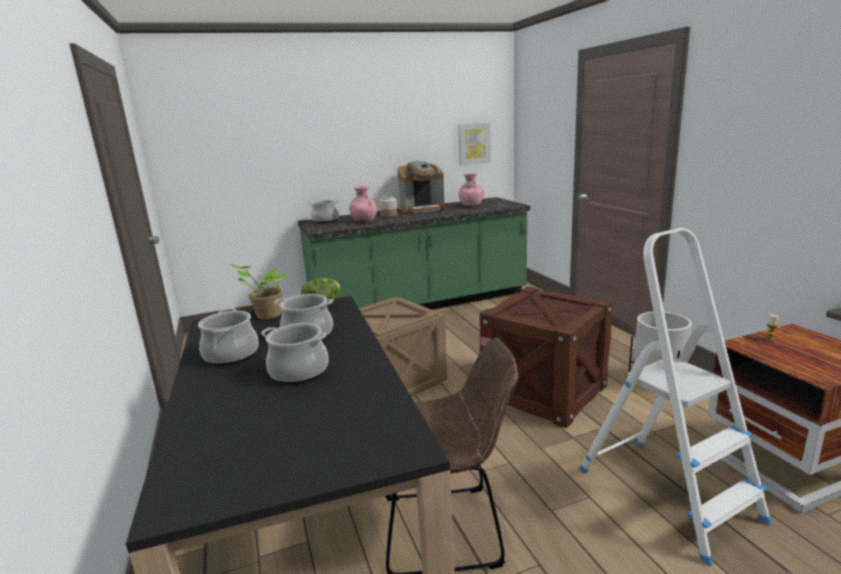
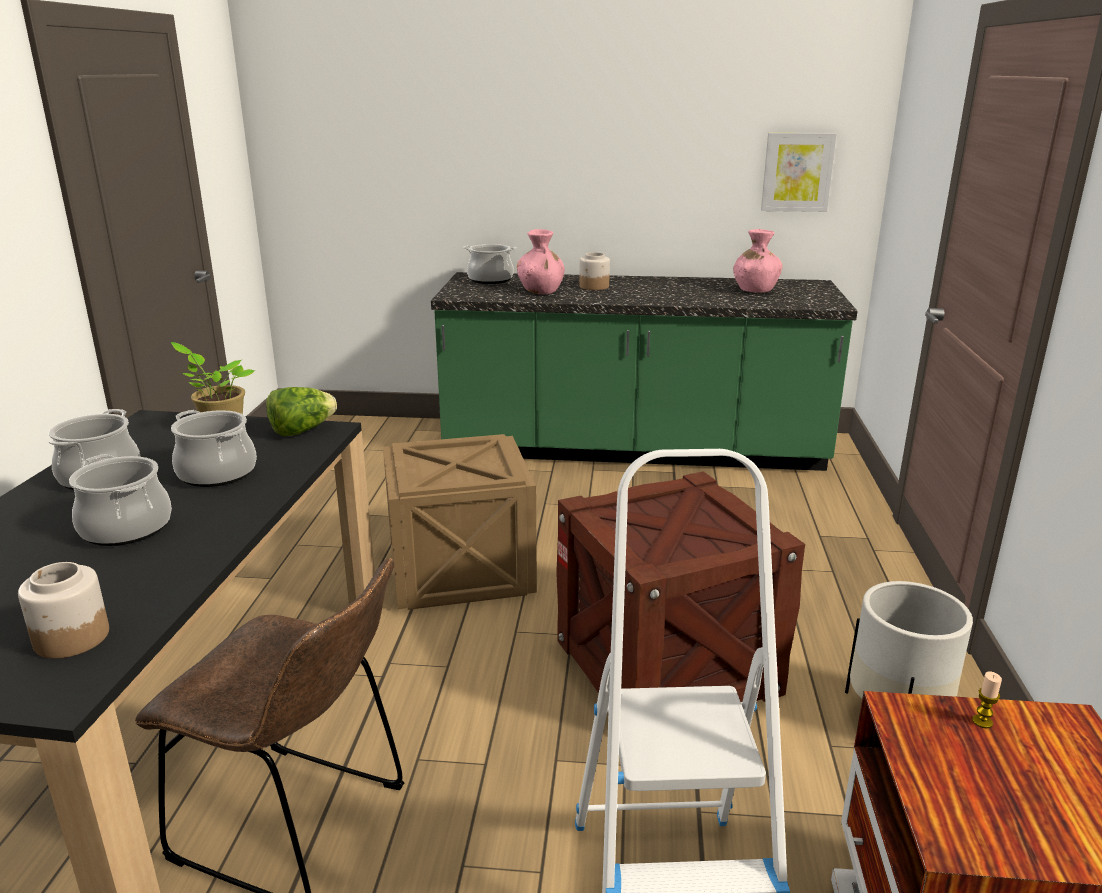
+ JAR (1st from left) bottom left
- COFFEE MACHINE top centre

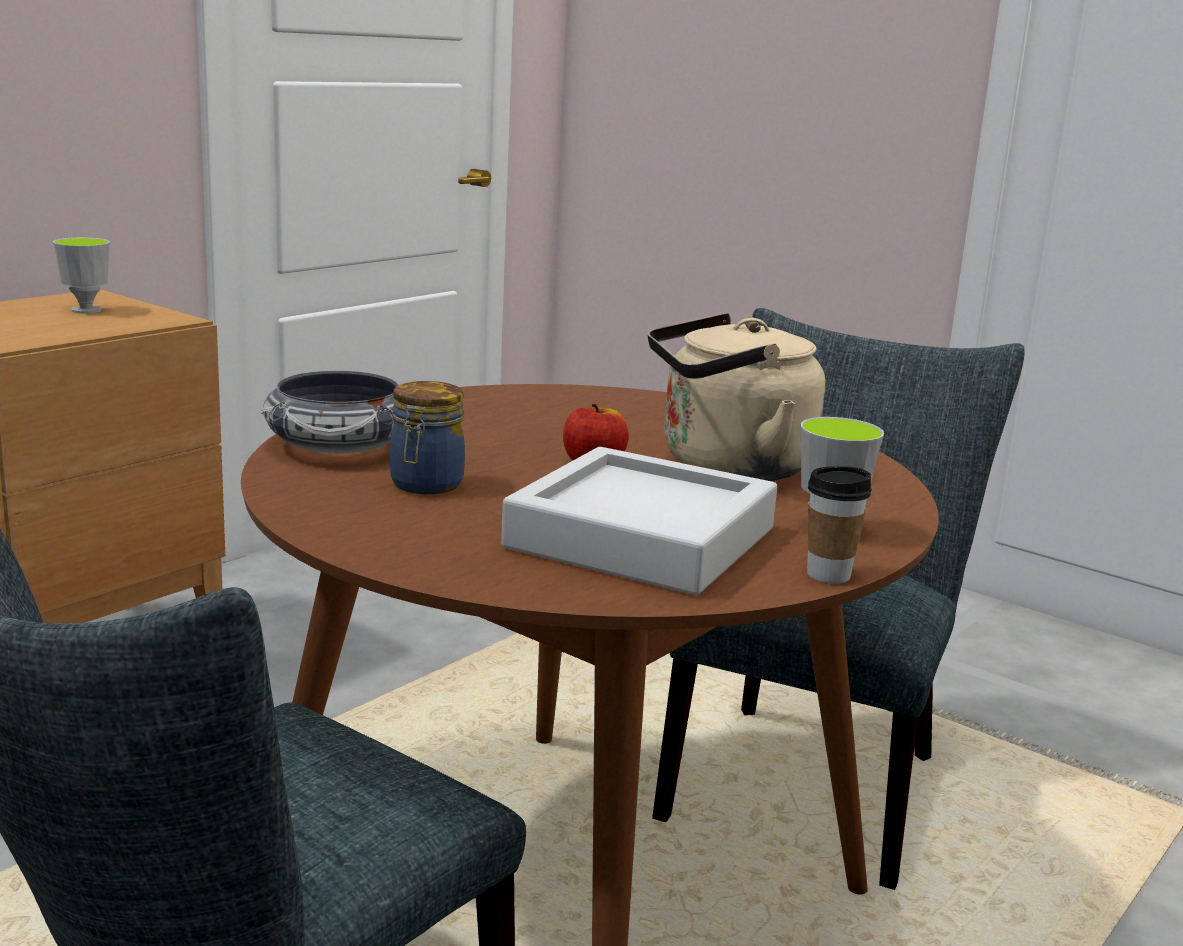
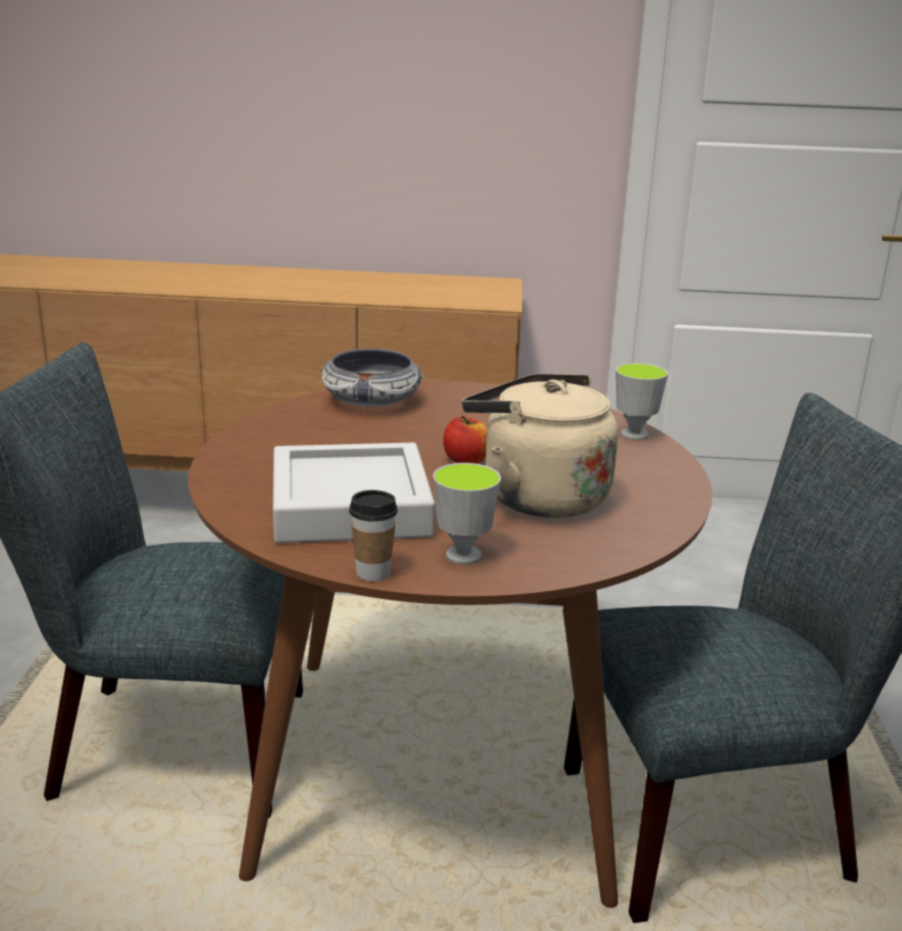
~ CUP (1st from left in the first image) top left to CUP (3rd from left) middle right
- JAR centre

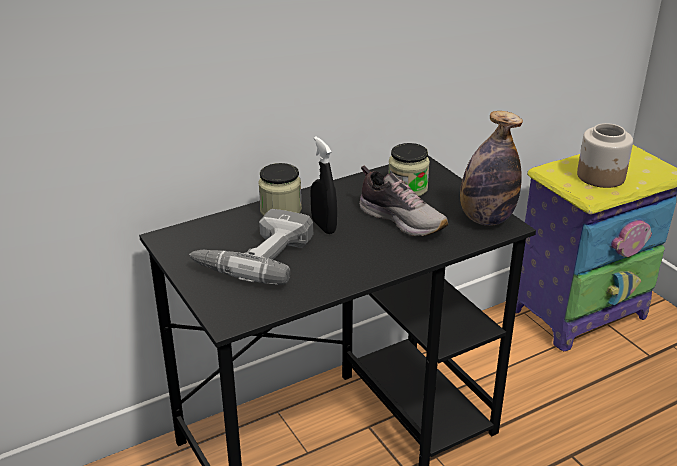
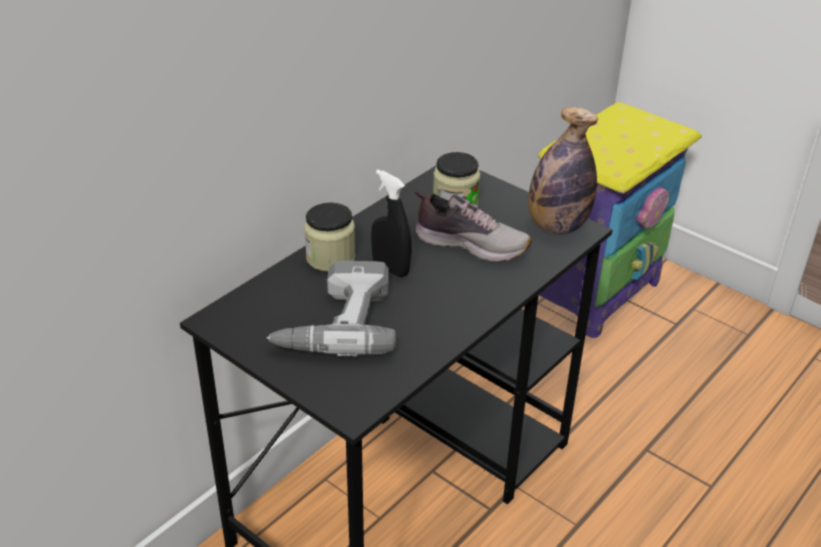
- JAR (3rd from left) top right

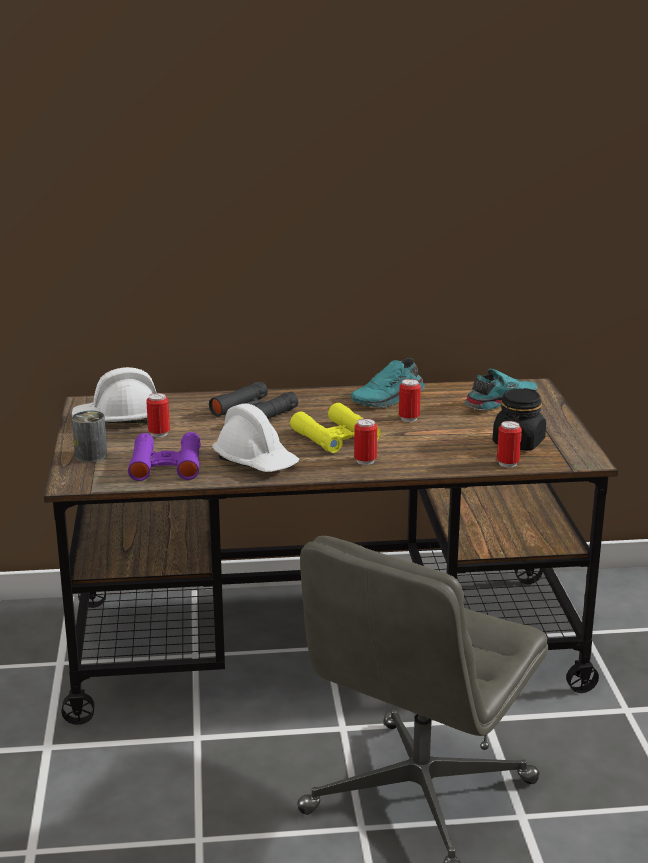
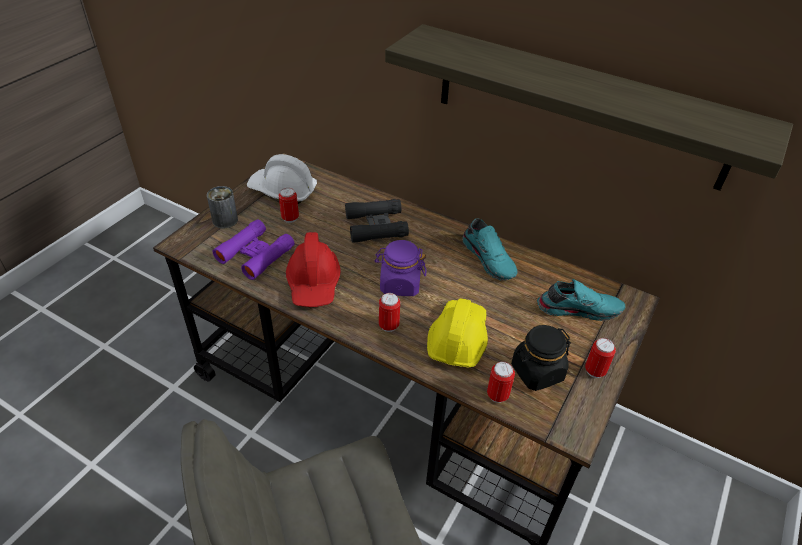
~ WHITISH HARD HAT (2nd from left) centre to RED HARD HAT centre
~ YELLOW PAIR OF BINOCULARS centre to PURPLE-COLOURED JAR centre
+ SHELF top right
+ YELLOW HARD HAT centre
~ TURQUOISE ITEM OF FOOTWEAR (1st from left) centre = centre 120 degrees counterclockwise
~ CAN (4th from left in the first image) centre to CAN (5th from left) middle right

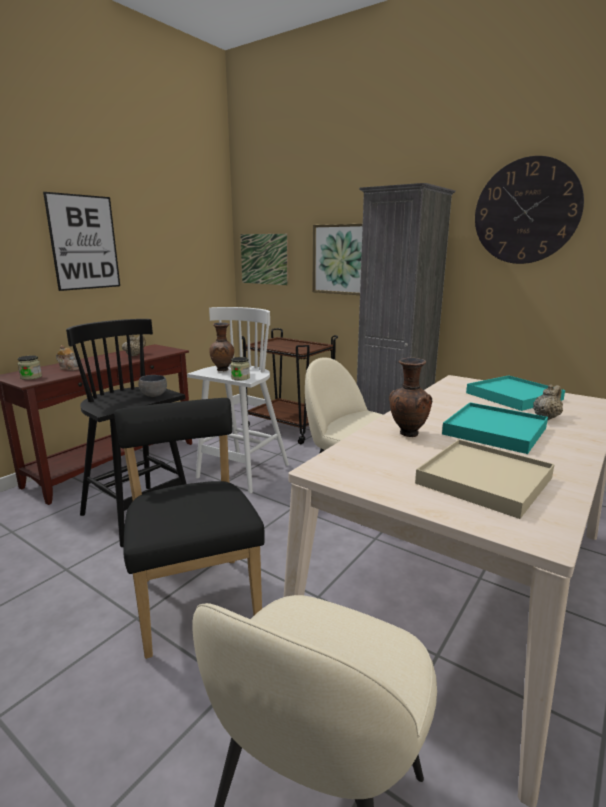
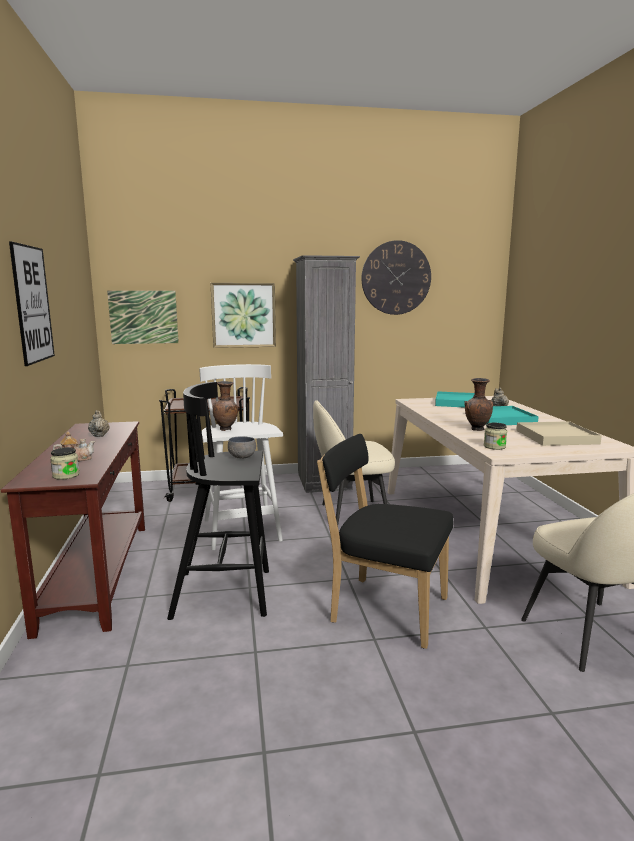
~ JAR (2nd from left) centre to middle right

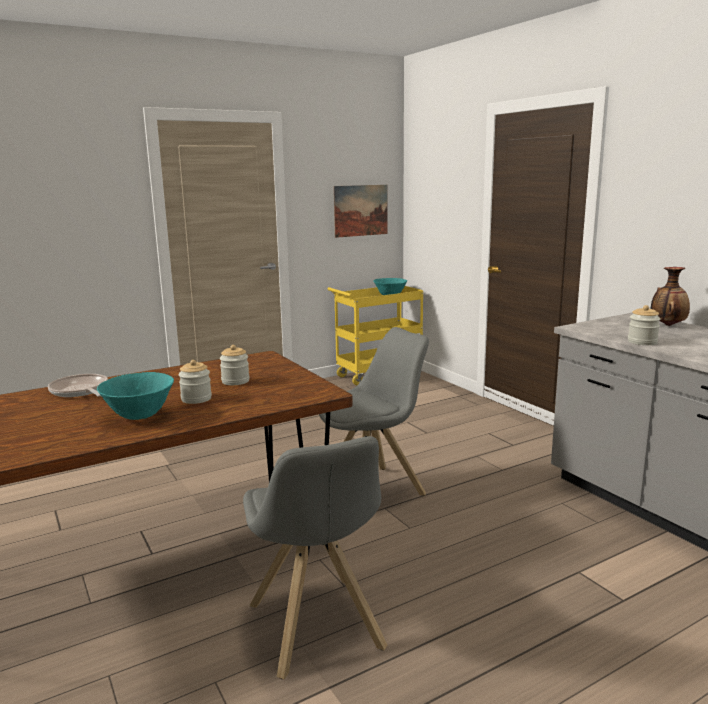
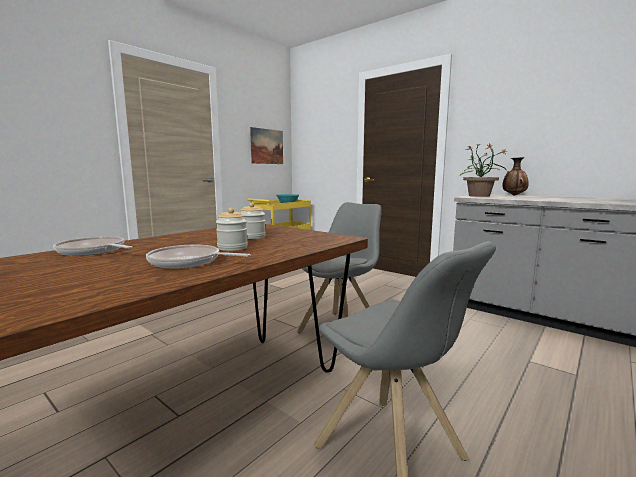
~ TURQUOISE SERVING BOWL (1st from left) middle left to SKILLET (2nd from left) middle left
+ POTTED PLANT middle right
- JAR (3rd from left) middle right

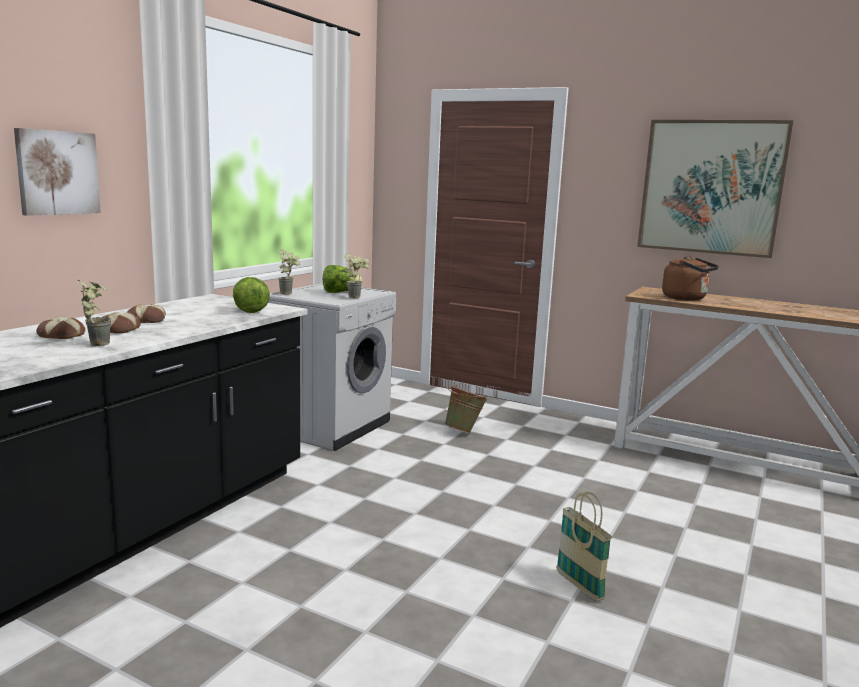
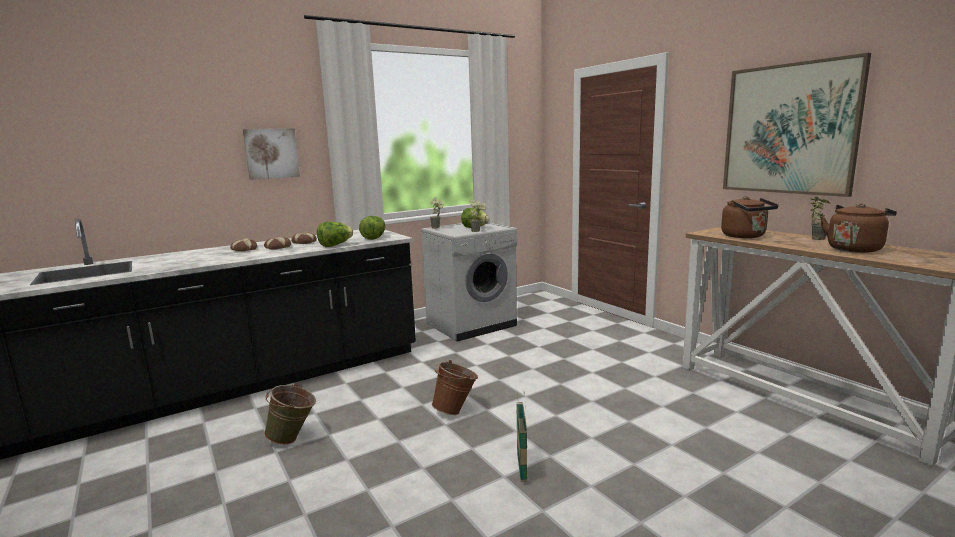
~ GREEN-COLOURED BUCKET centre to bottom left
+ LETTUCE HEAD (1st from left) centre
+ BROWN-COLOURED BUCKET bottom centre
~ POTTED PLANT (1st from left in the first image) middle left to POTTED PLANT (3rd from left) middle right
+ BROWN-COLOURED TEA KETTLE (2nd from left) middle right

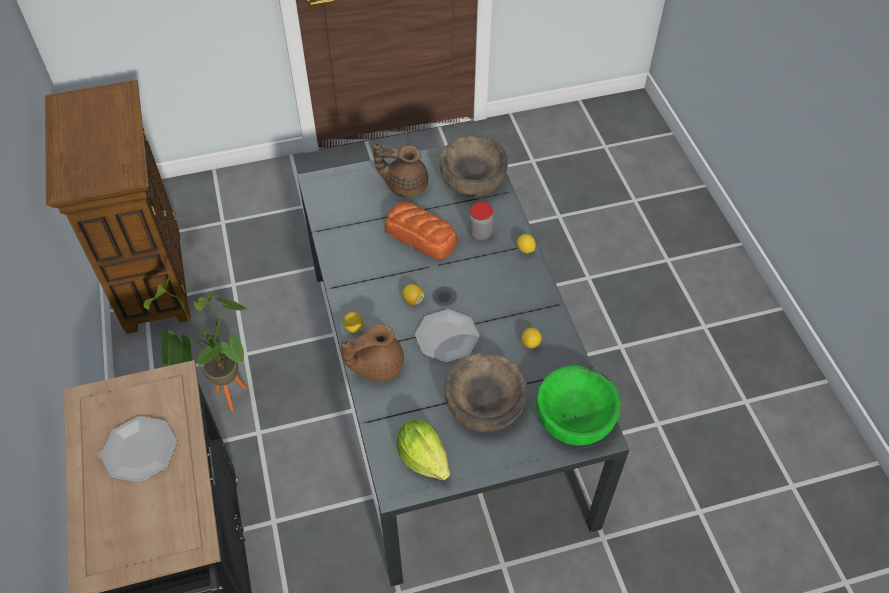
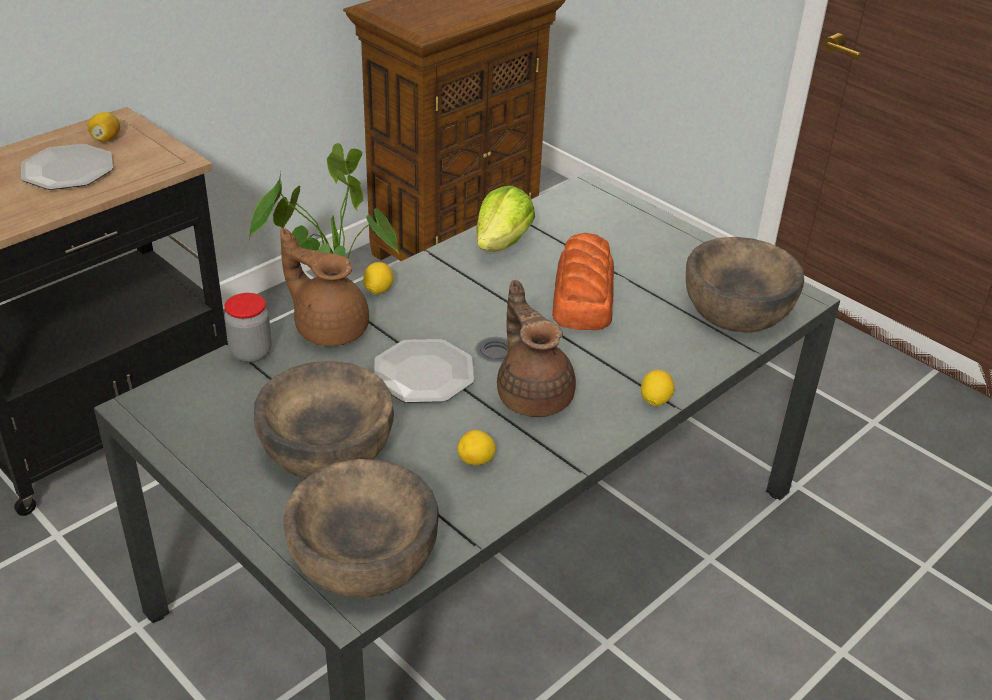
~ WHOLE LEMON (2nd from left in the first image) centre to WHOLE LEMON (1st from left) top left
~ JAR centre to middle left
~ GREEN-COLOURED SERVING BOWL bottom centre to BROWN-COLOURED SERVING BOWL (2nd from left) bottom centre
~ LETTUCE HEAD bottom centre to top centre
~ BROWN-COLOURED TEA POT (2nd from left) top centre to centre

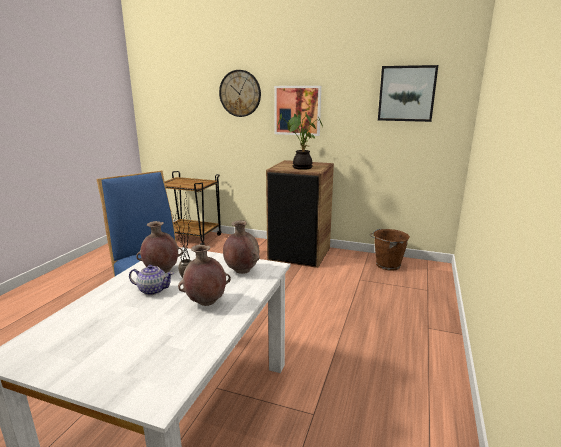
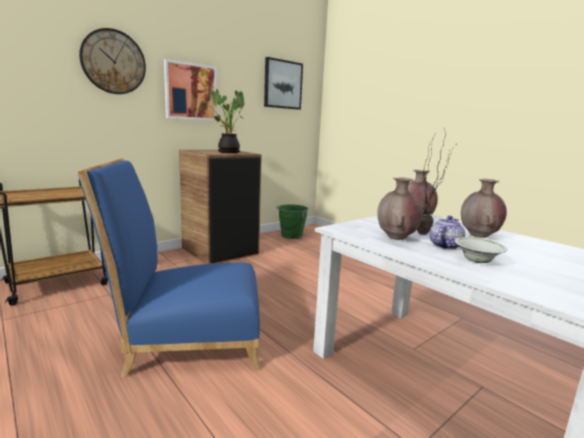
~ BROWN-COLOURED BUCKET middle right to GREEN-COLOURED BUCKET centre
+ WHITISH SERVING BOWL middle right

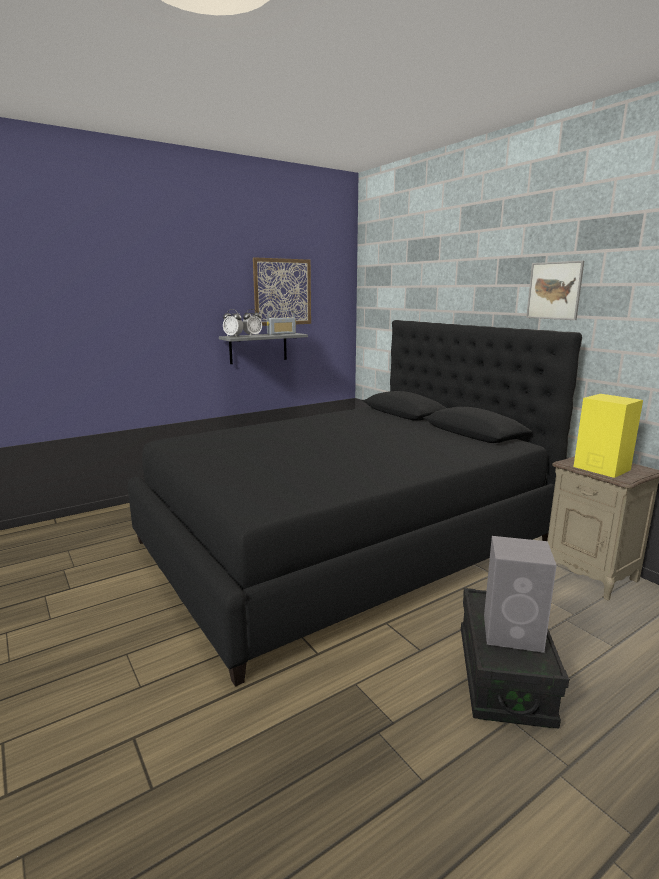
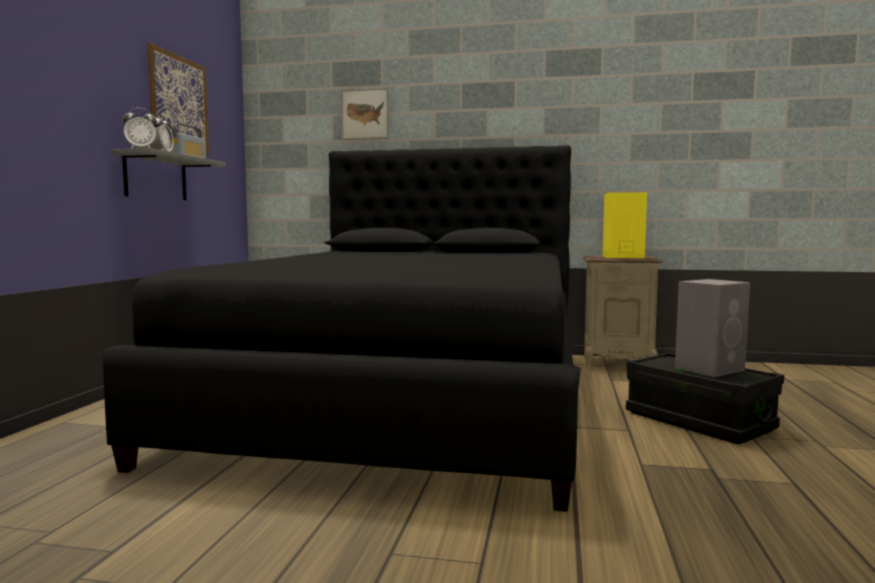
~ PICTURE (2nd from left) top right to top centre

